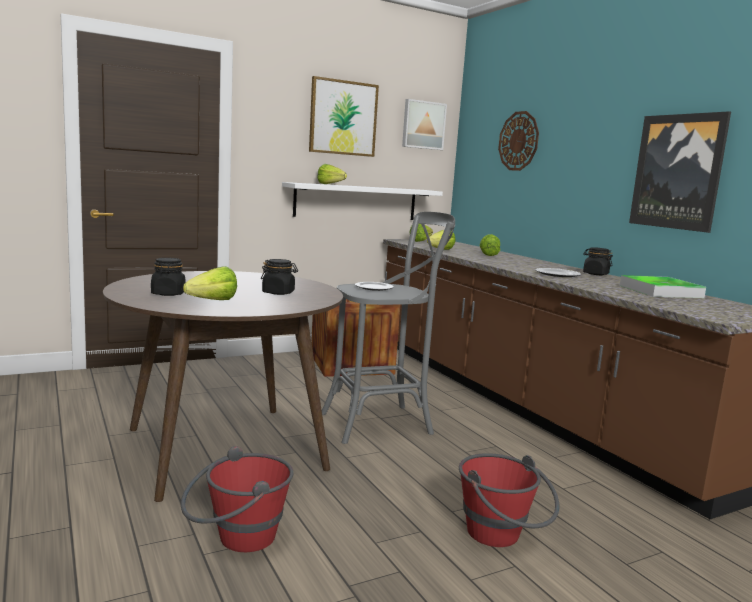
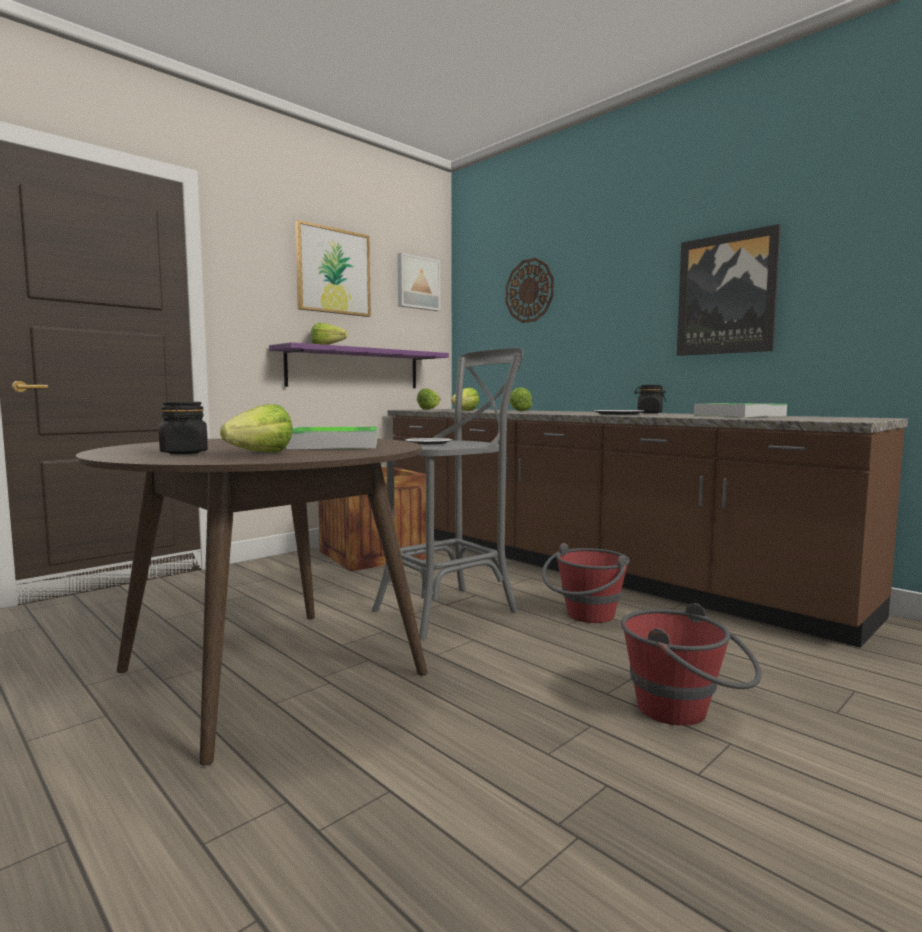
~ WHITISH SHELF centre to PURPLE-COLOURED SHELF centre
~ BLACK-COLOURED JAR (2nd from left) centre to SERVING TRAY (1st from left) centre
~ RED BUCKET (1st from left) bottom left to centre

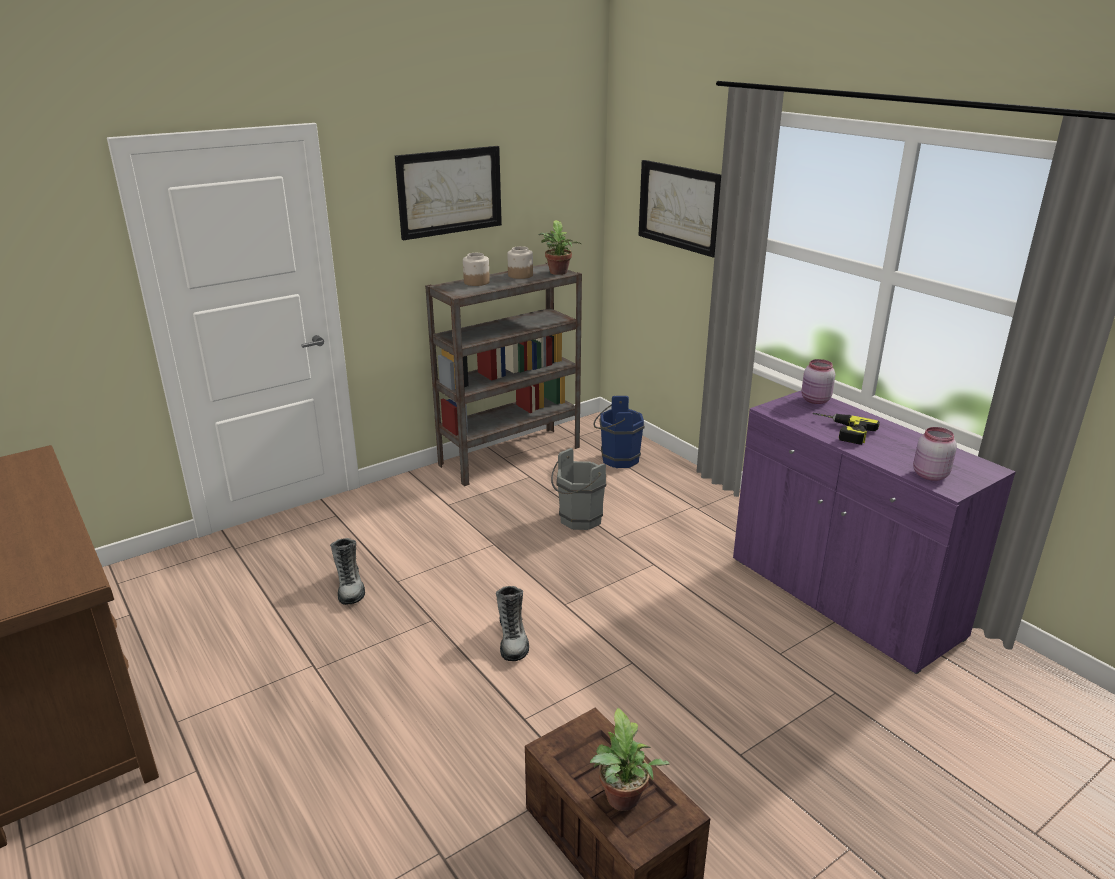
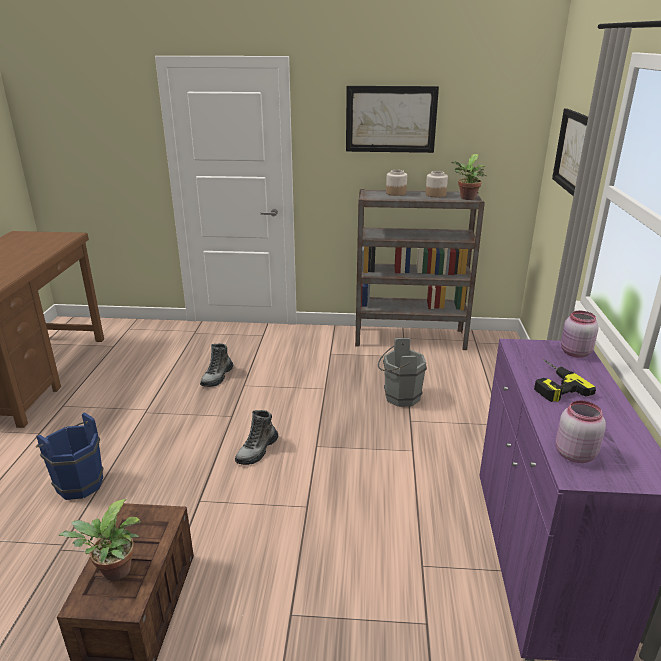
~ BLUISH BUCKET centre to bottom left

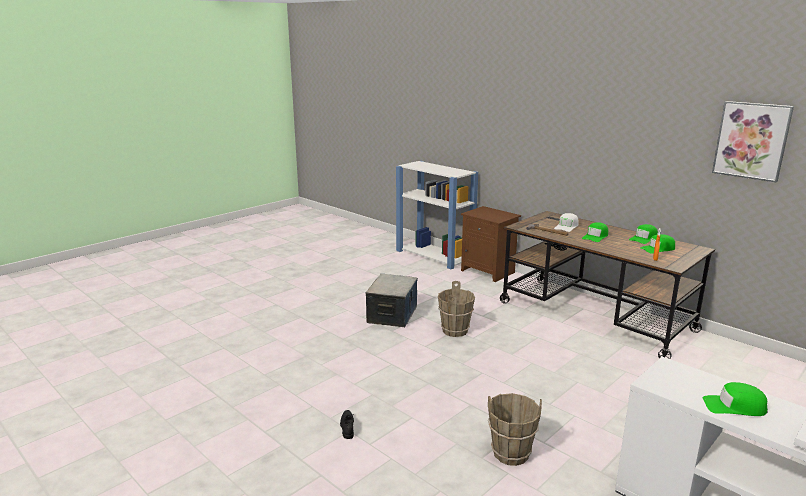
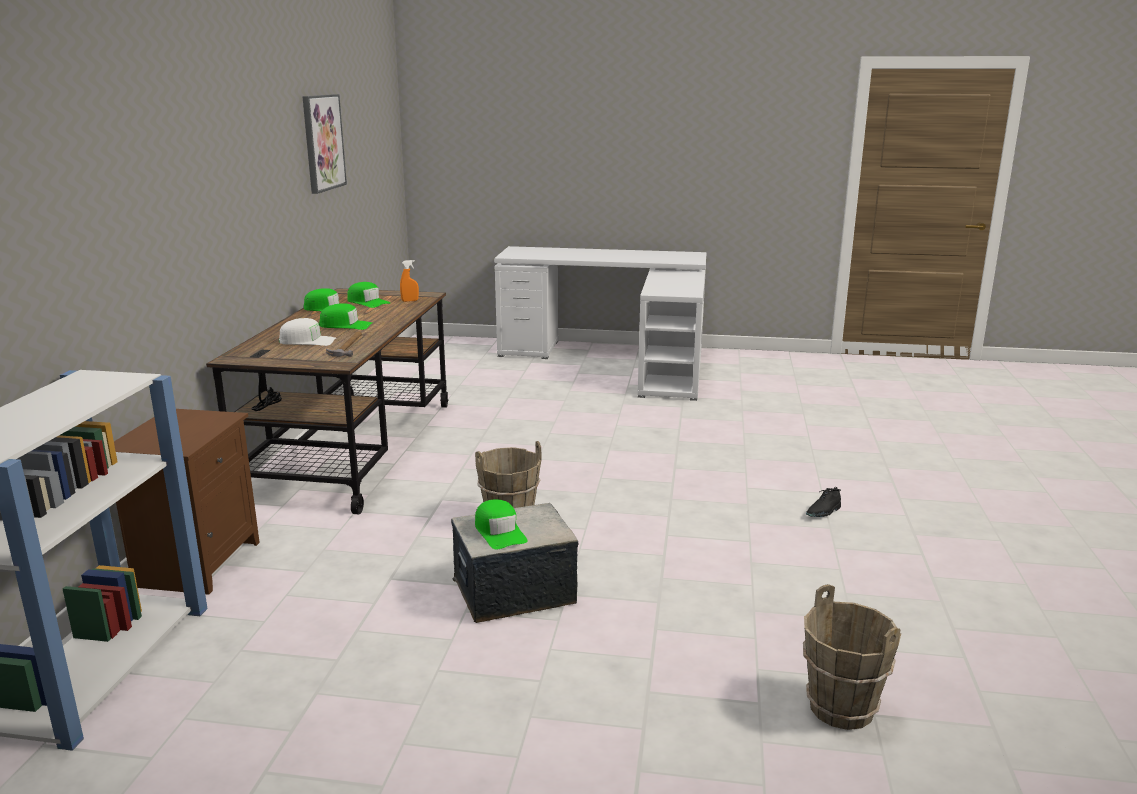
~ GREEN-COLOURED CAP (4th from left) bottom right to centre
~ BROWN-COLOURED BUCKET (2nd from left) bottom centre to bottom right

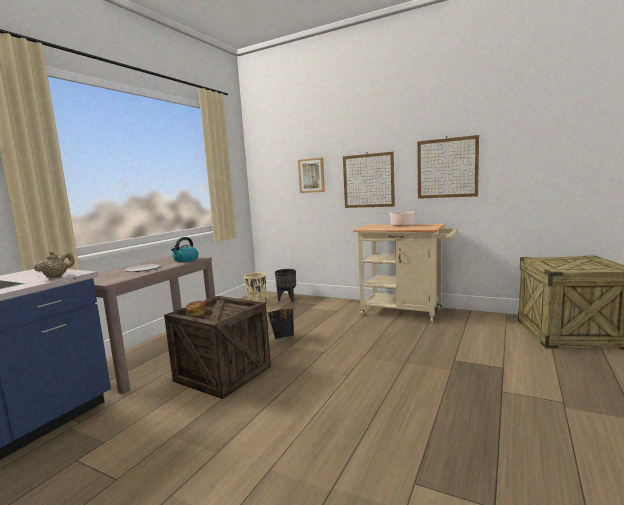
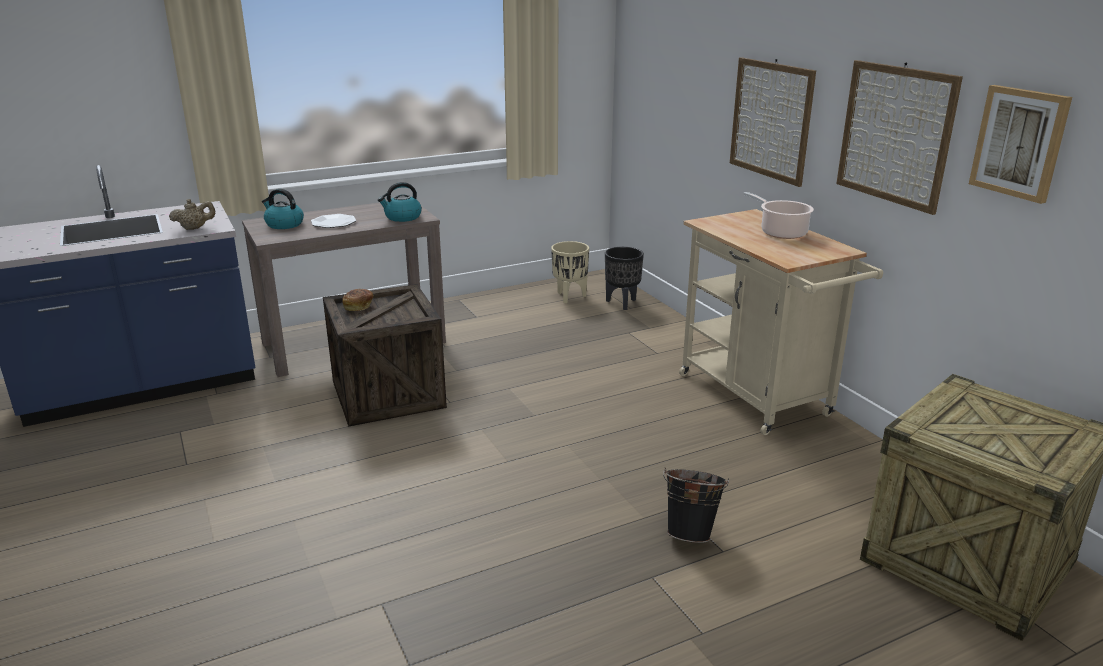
+ TEA KETTLE (1st from left) top left
~ BLACK-COLOURED BUCKET centre to bottom centre
~ PICTURE (1st from left in the first image) centre to PICTURE (3rd from left) top right

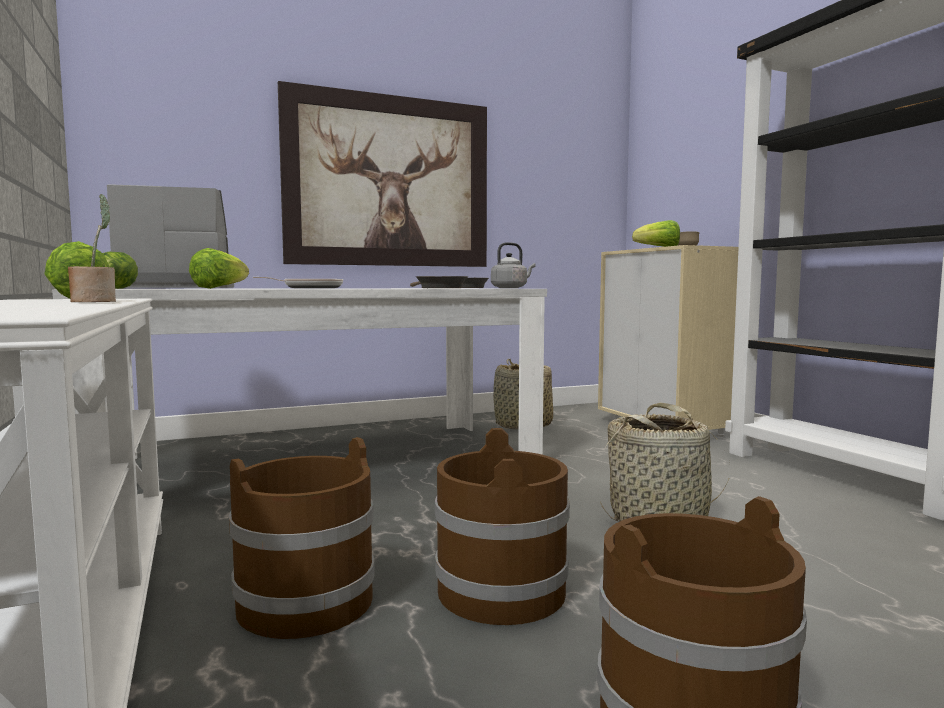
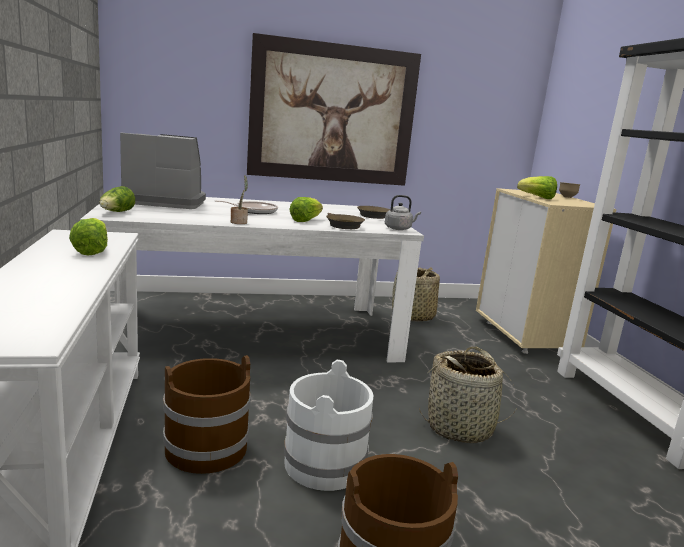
~ POTTED PLANT middle left to centre
~ BROWN-COLOURED BUCKET (2nd from left) bottom centre to WHITISH BUCKET bottom centre
~ LETTUCE HEAD (3rd from left) middle left to centre

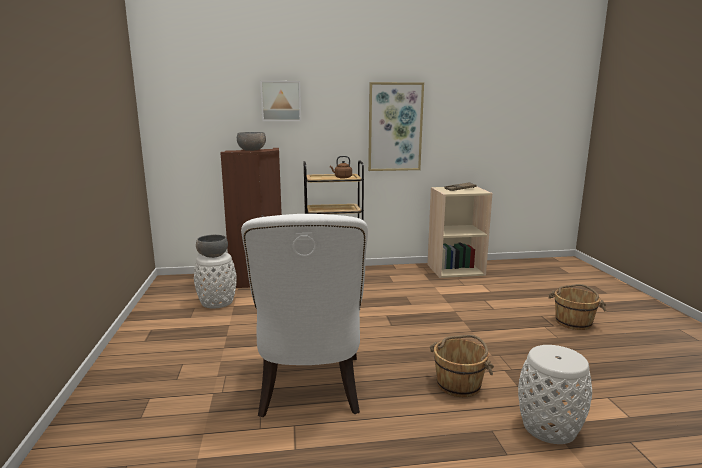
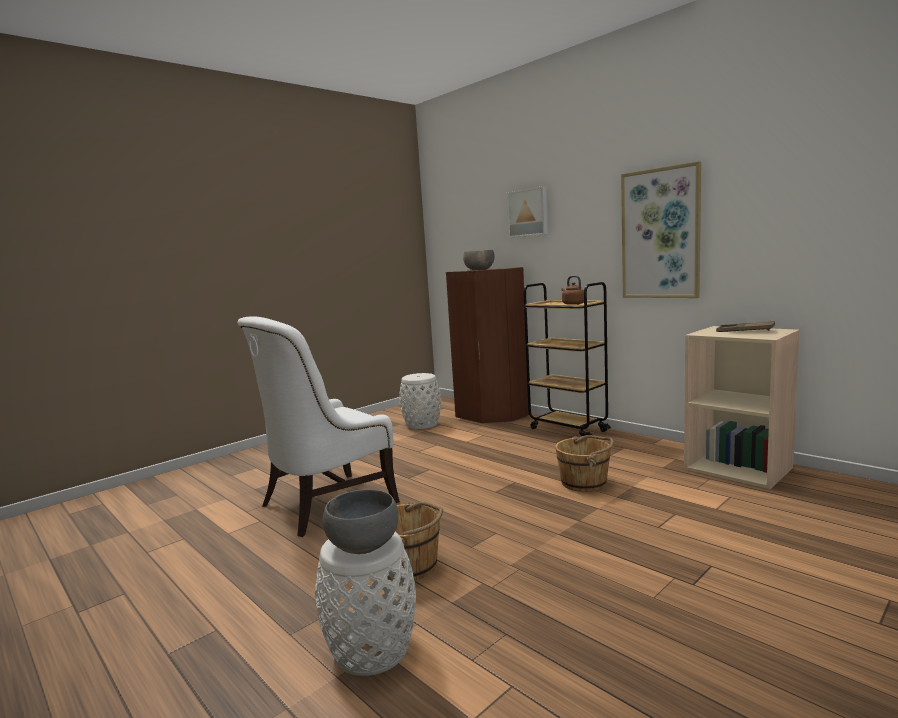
~ GRAY SERVING BOWL (1st from left) middle left to bottom centre
~ BROWN-COLOURED BUCKET (2nd from left) middle right to centre

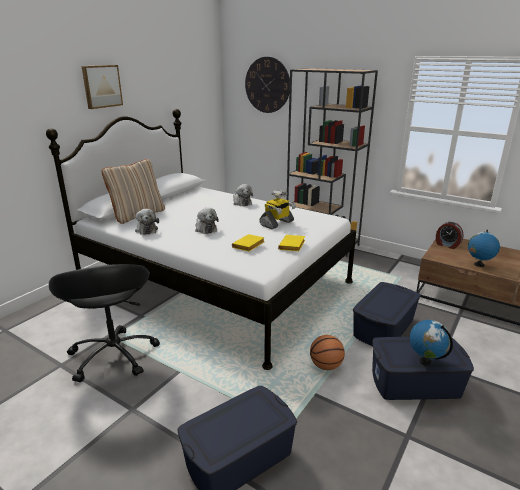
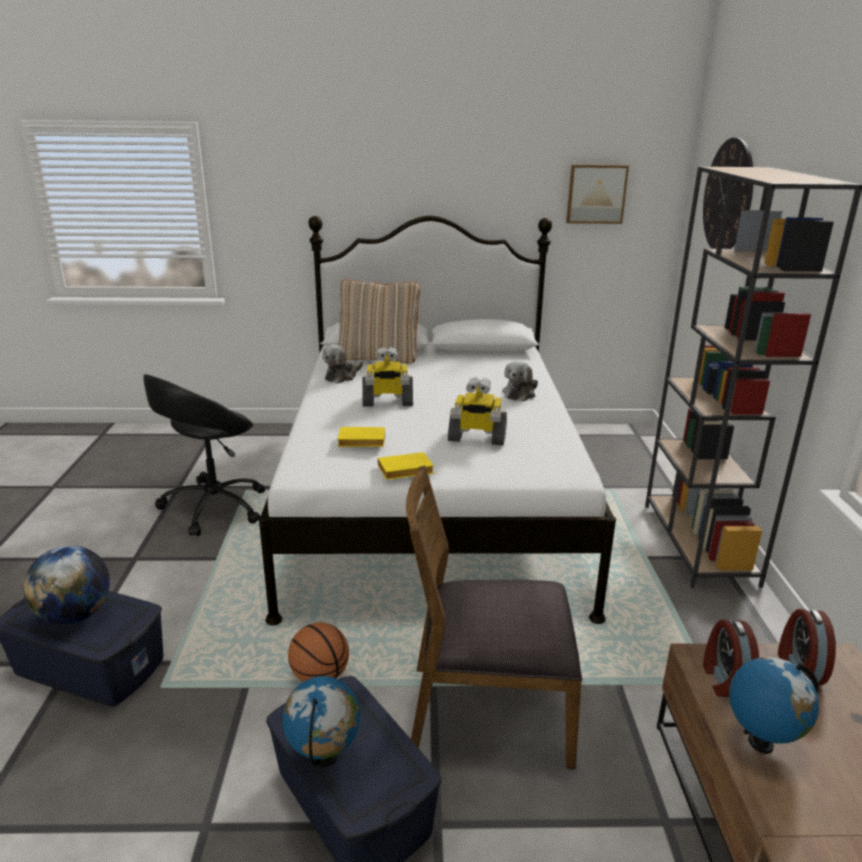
+ DESK GLOBE (1st from left) bottom left
~ SOFT TOY (2nd from left) centre to TOY ROBOT (1st from left) centre
~ BLUISH STORAGE CONTAINER (2nd from left) middle right to BROWN-COLOURED PLAIN CHAIR bottom centre
~ PICTURE top left to top right
+ TABLE CLOCK (1st from left) bottom right

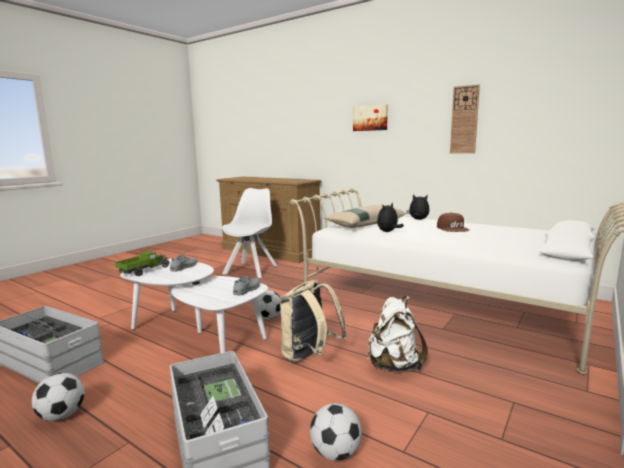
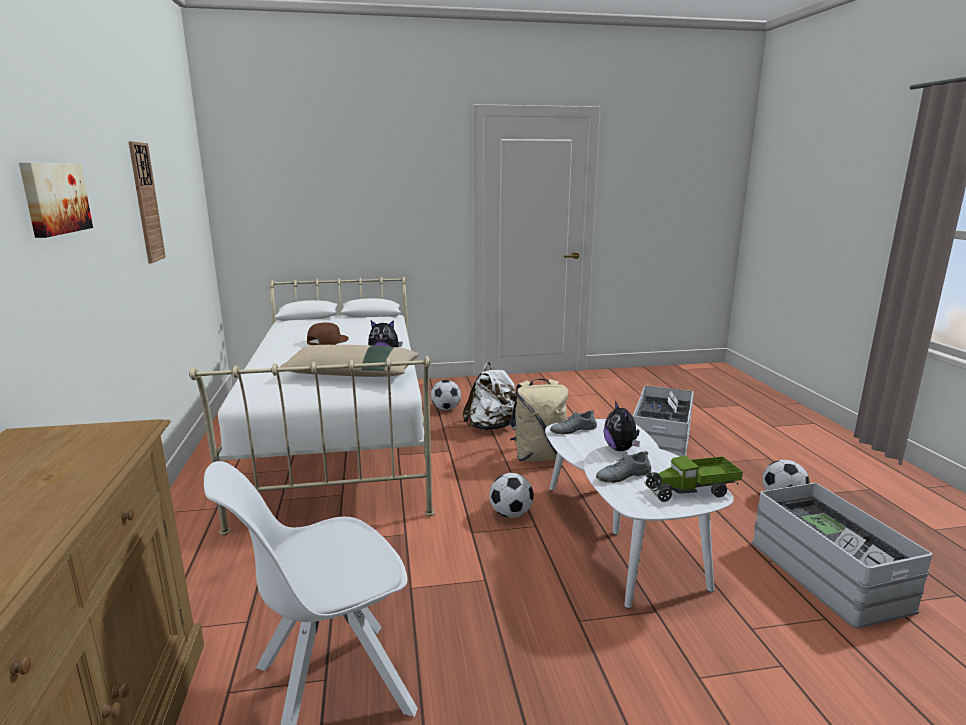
~ FOOTBALL (3rd from left in the first image) bottom centre to FOOTBALL (1st from left) centre
~ SOFT TOY (2nd from left) middle right to centre

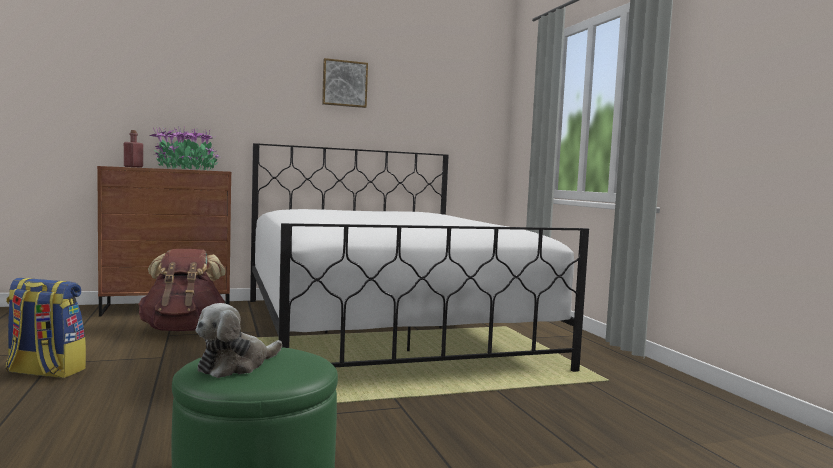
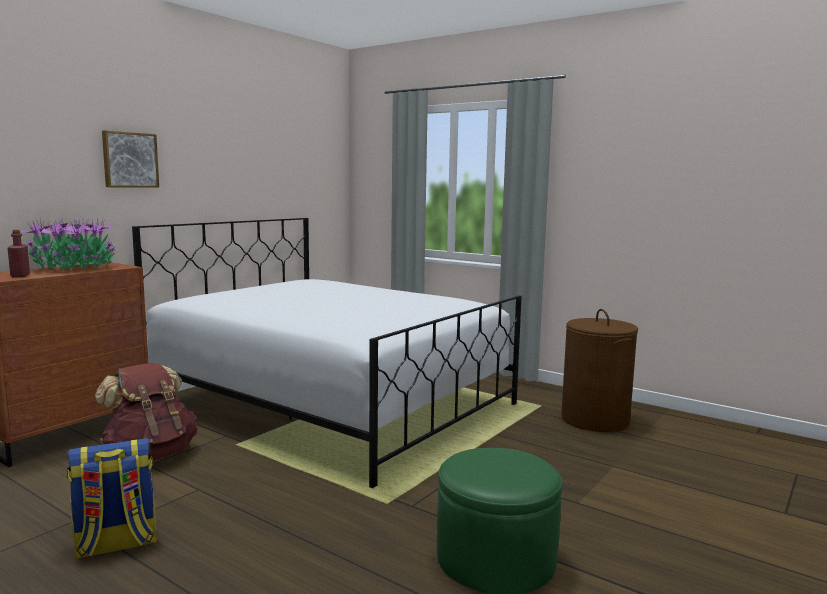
~ PICTURE top centre to top left
+ BROWN-COLOURED HAMPER middle right
- SOFT TOY bottom left

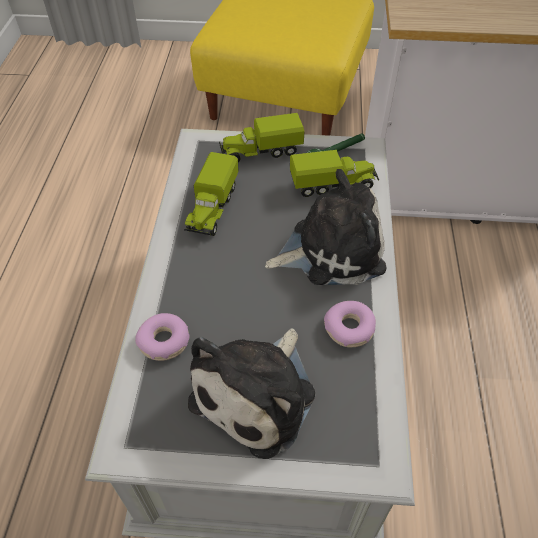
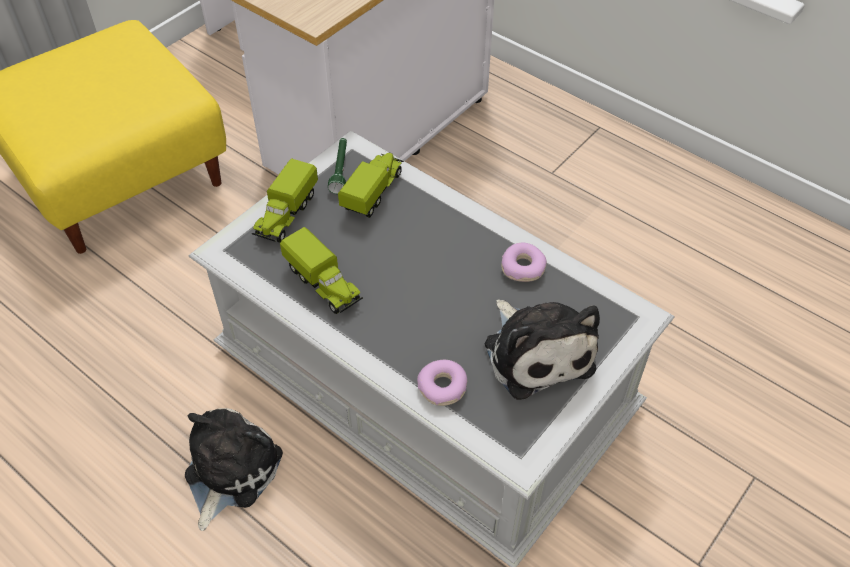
~ SOFT TOY (2nd from left in the first image) centre to SOFT TOY (1st from left) bottom left

